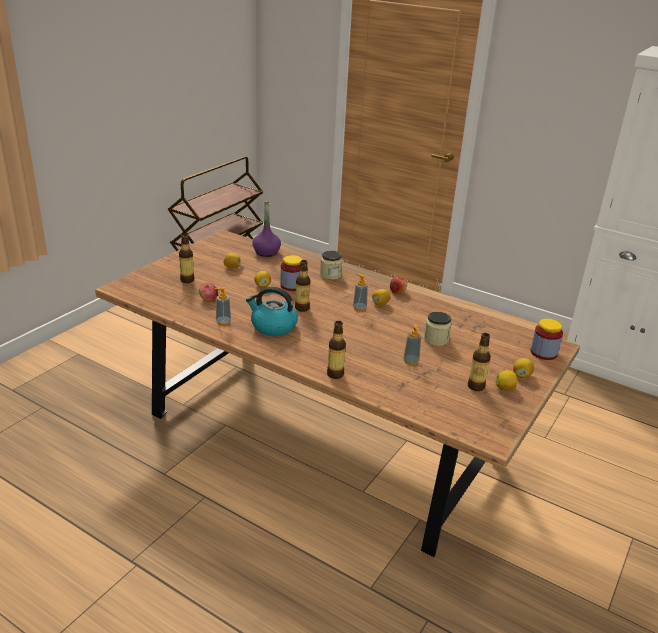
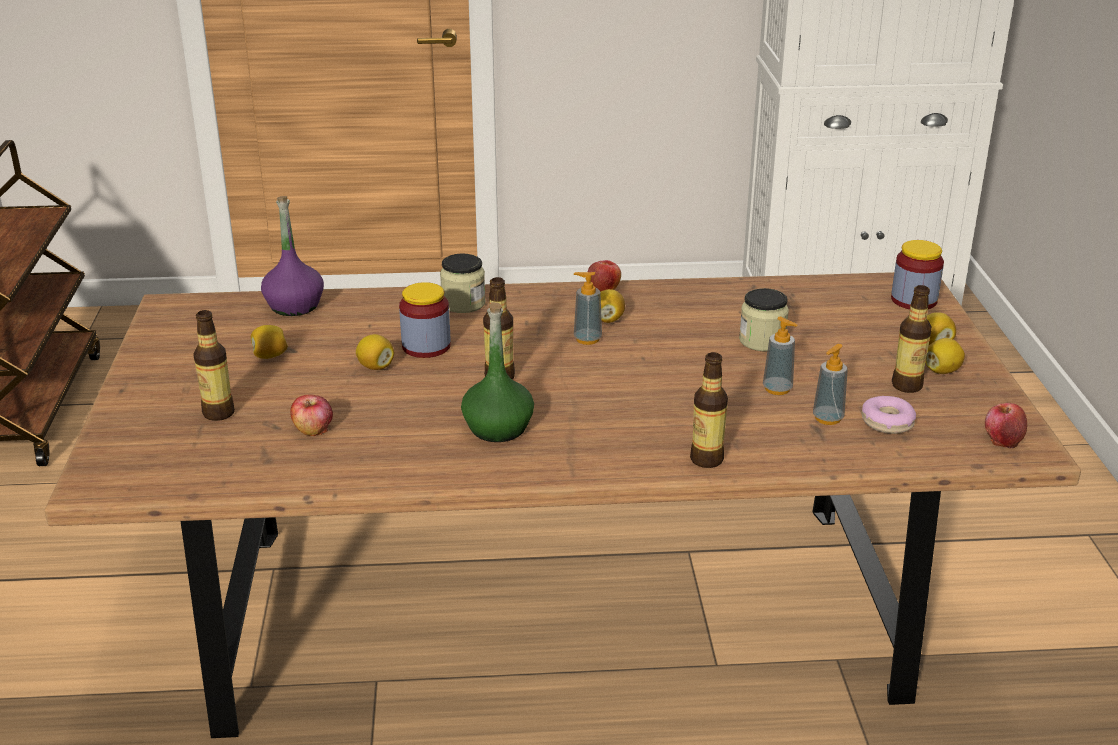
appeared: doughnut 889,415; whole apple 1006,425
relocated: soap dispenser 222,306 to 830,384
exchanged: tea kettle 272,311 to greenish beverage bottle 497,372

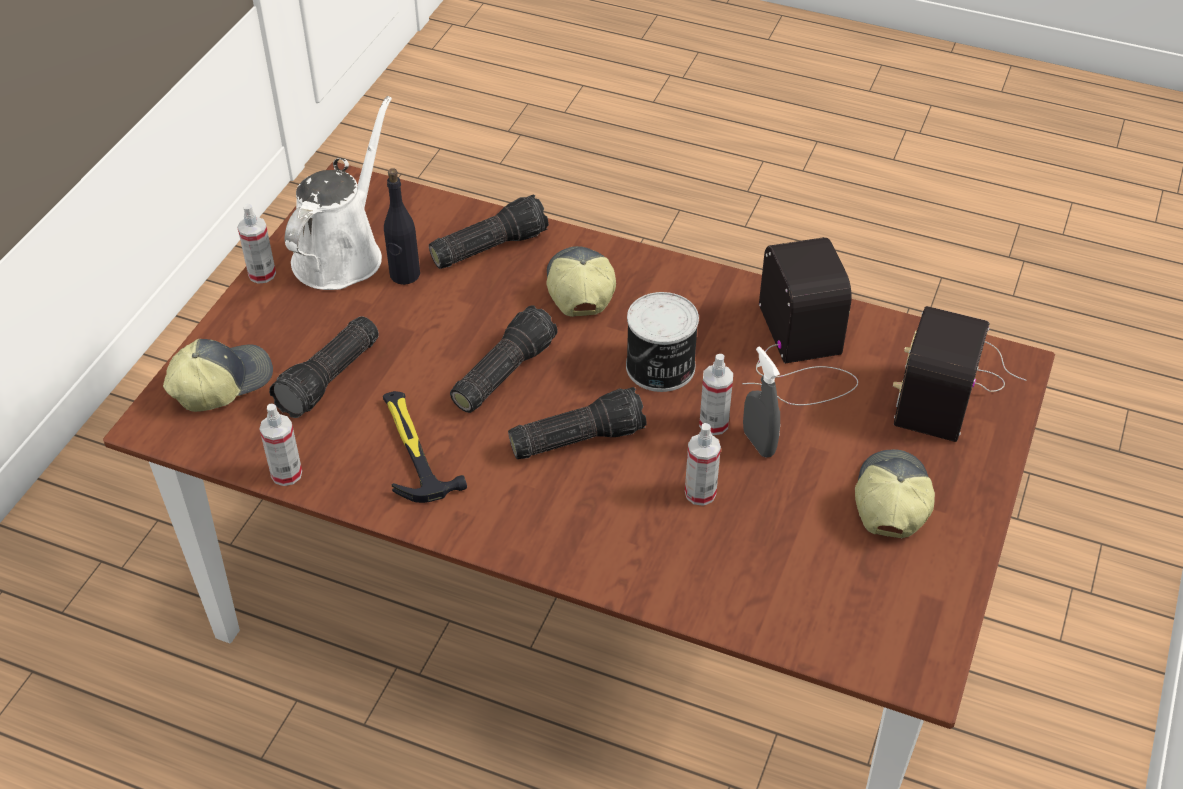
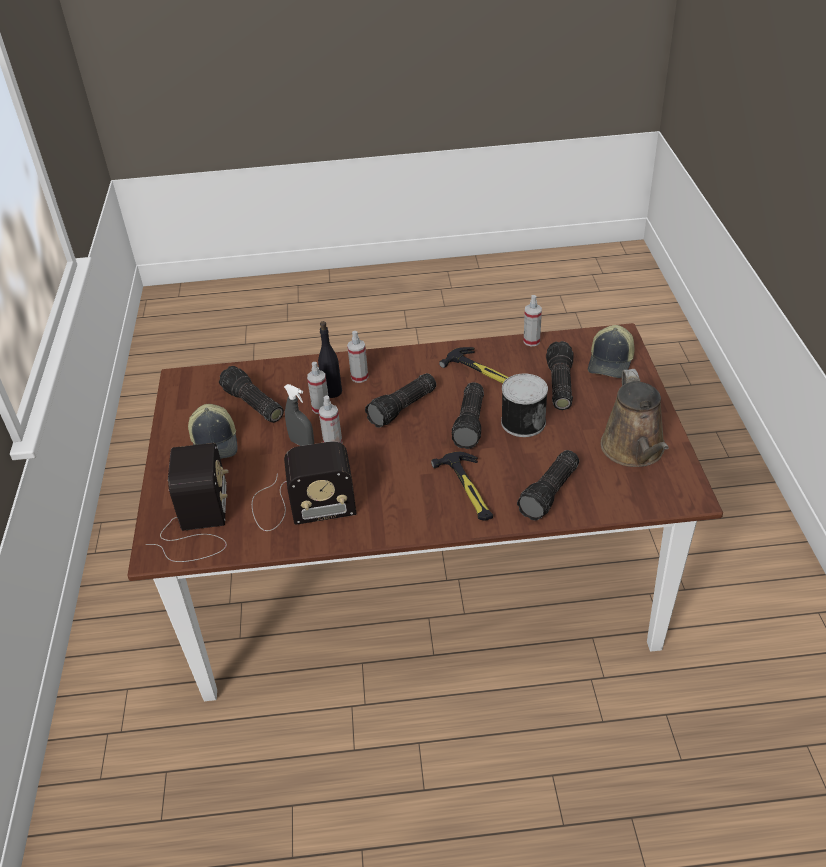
appeared: flashlight 251,394
relocated: sprayer 256,244 to 357,357; black-coloured beverage bottle 402,226 to 330,359; can 662,342 to 524,405
exchanged: cap 581,281 to hand hammer 462,486
colour: whitish sprinkling can 338,193 to brown-coloured sprinkling can 635,418
spun: radio receiver 800,321 = 304,486 60 degrees counterclockwise

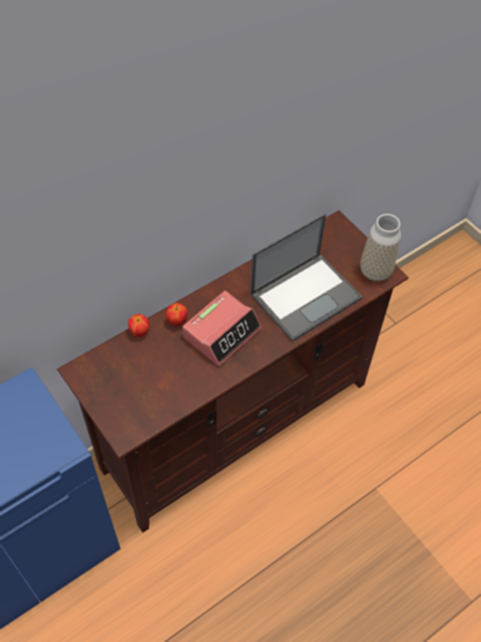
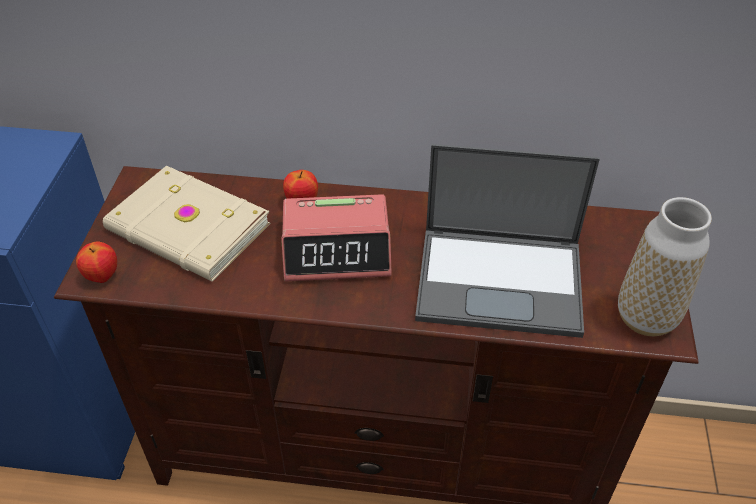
appeared: beige-coloured bound book 187,224
relocated: whole apple 138,325 to 96,262

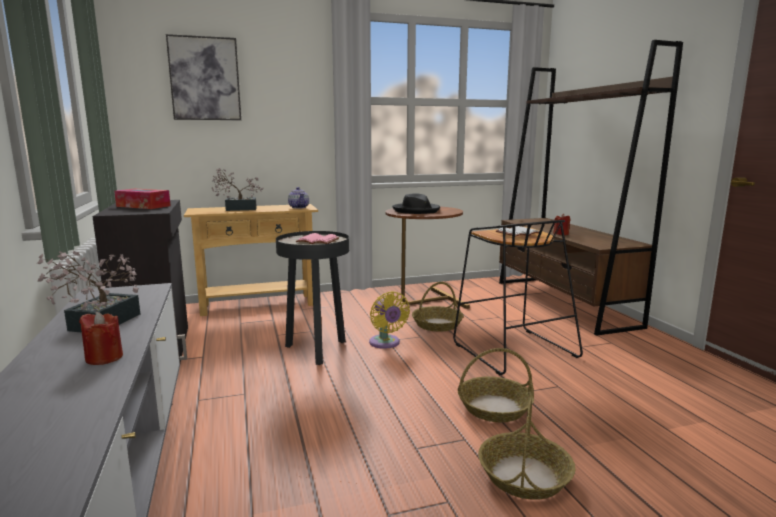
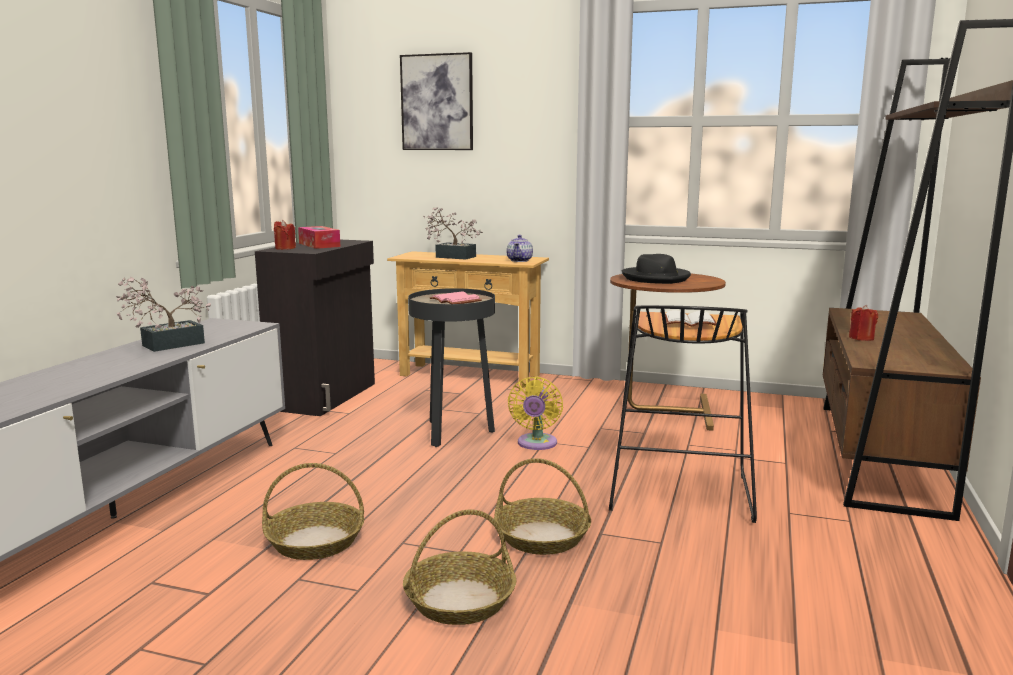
relocated: red candle 101,338 to 285,235; household basket 438,307 to 313,511

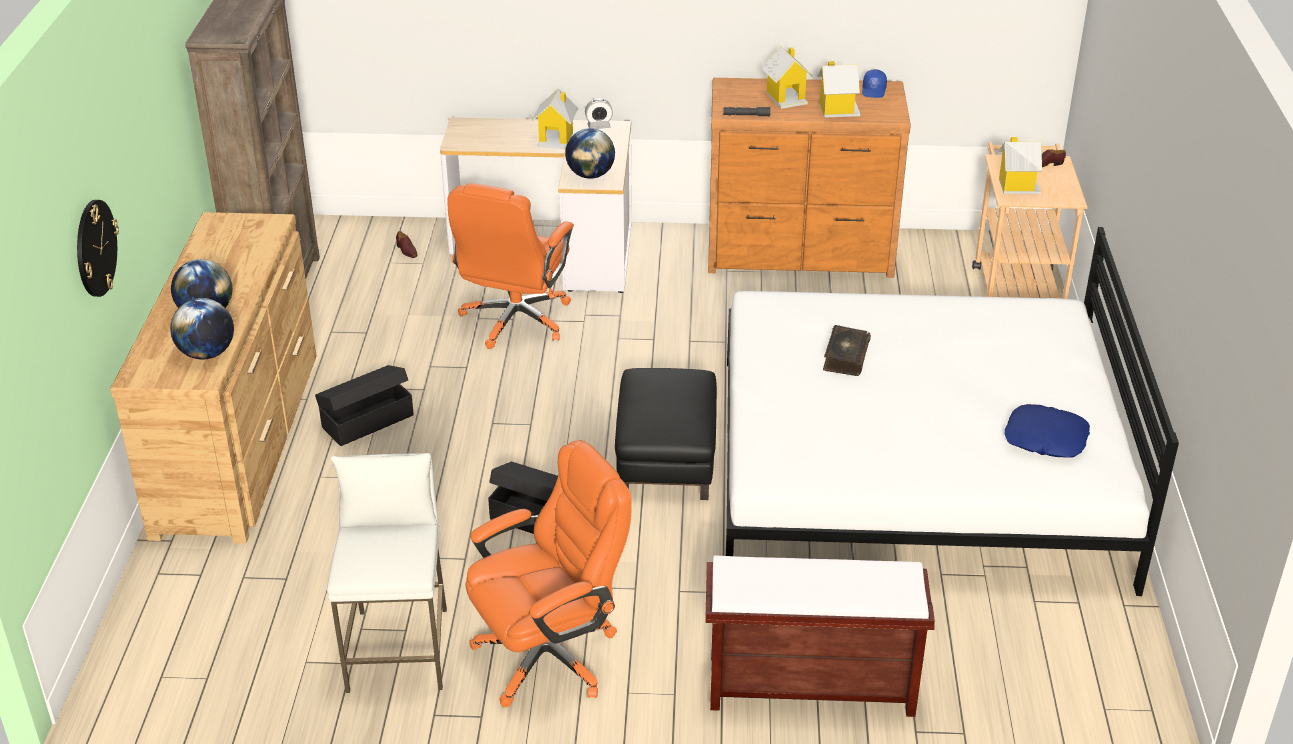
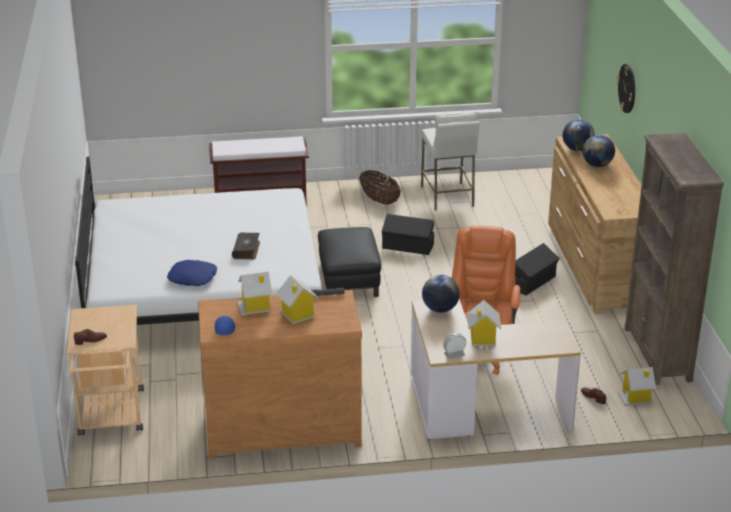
relocated: toy house 1020,165 to 637,386; bluish cushion 1047,431 to 192,273
exchanged: orange office chair 549,573 to household basket 380,187

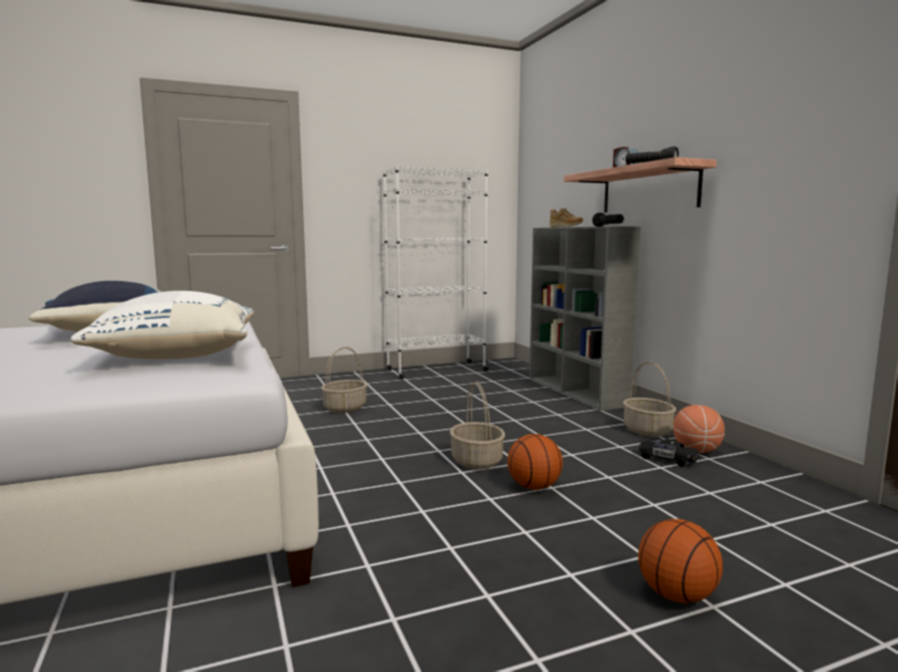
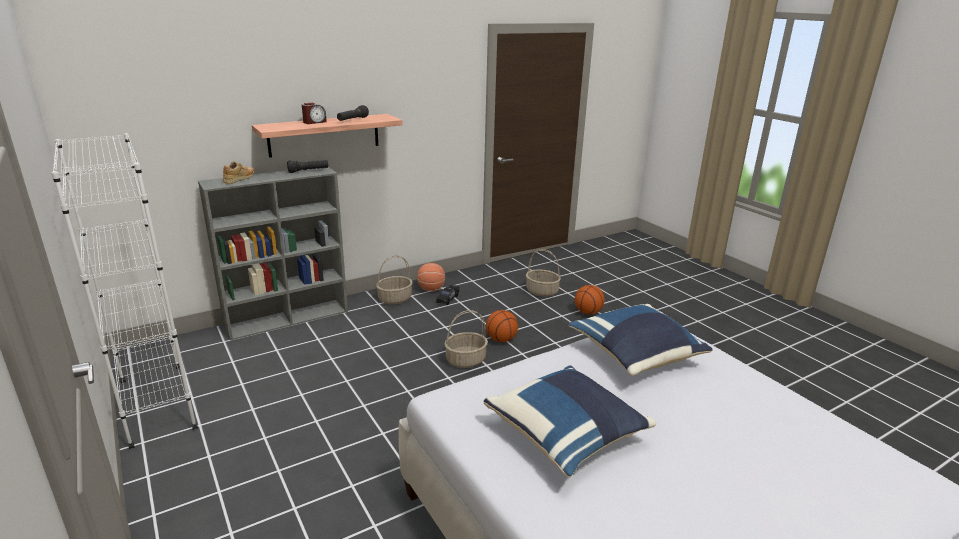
relocated: household basket 344,380 to 543,273
colour: whitish cushion 162,325 to bluish cushion 641,340

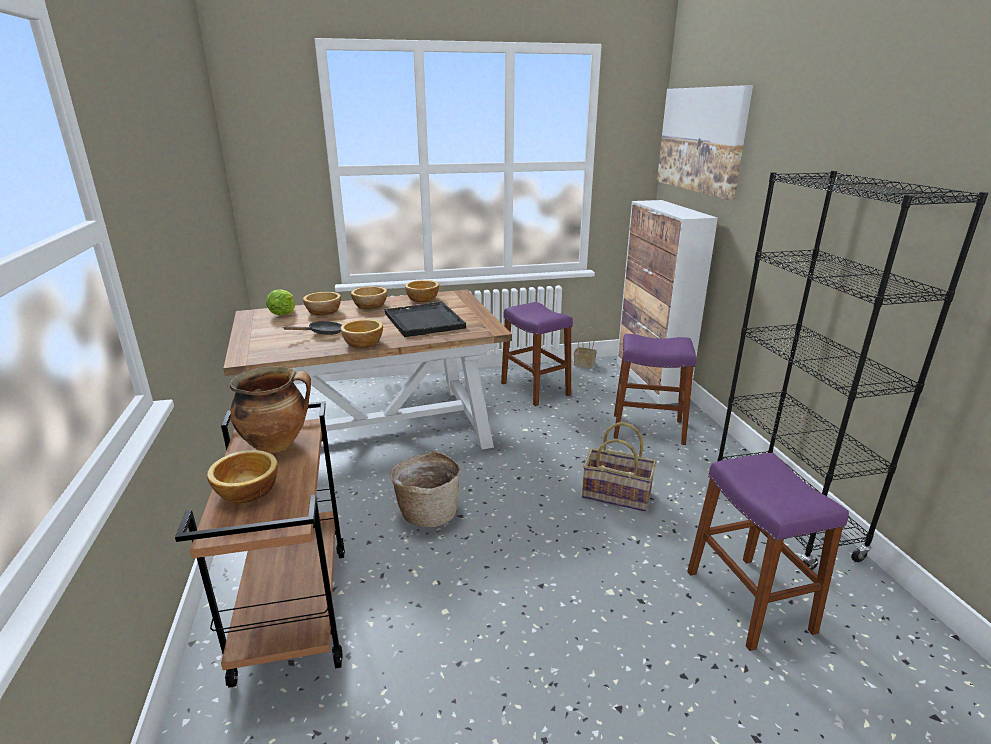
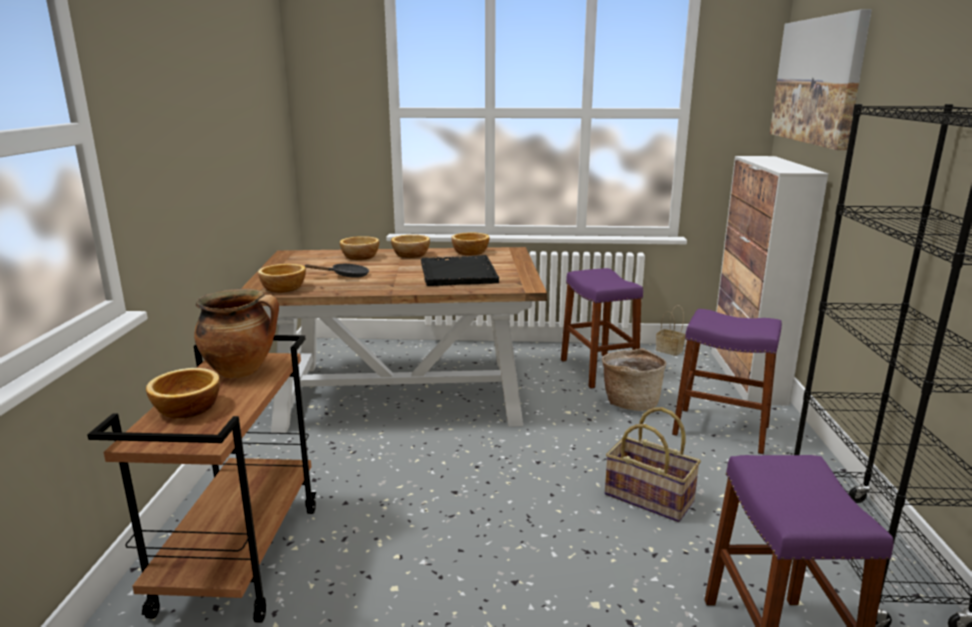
missing: head of lettuce 280,302
relocated: bowl 362,333 to 282,278; household basket 425,489 to 634,379

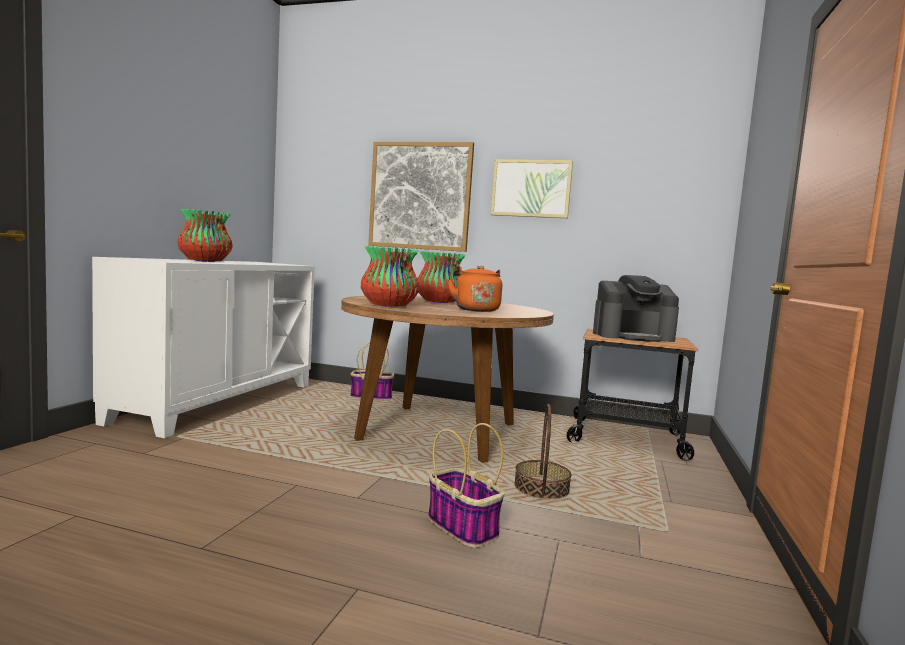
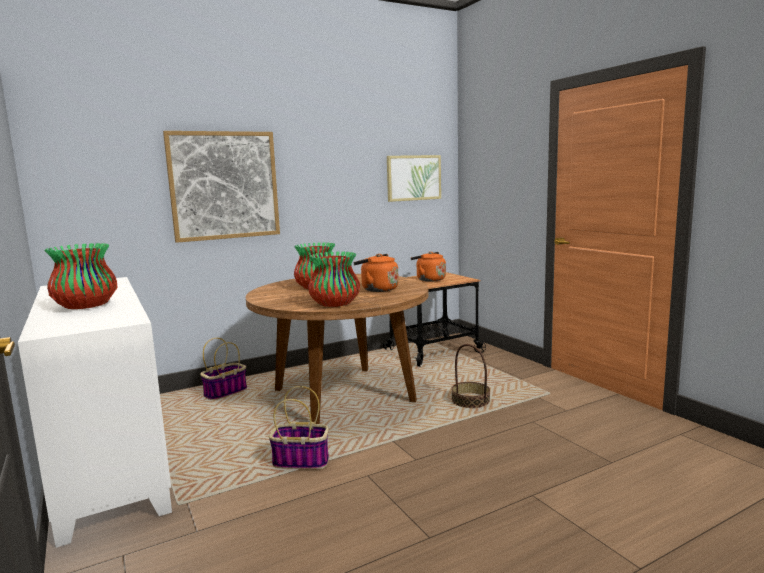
relocated: household basket 466,485 to 299,428; picture 531,188 to 414,178
exchanged: coffee machine 636,308 to orange tea kettle 428,267

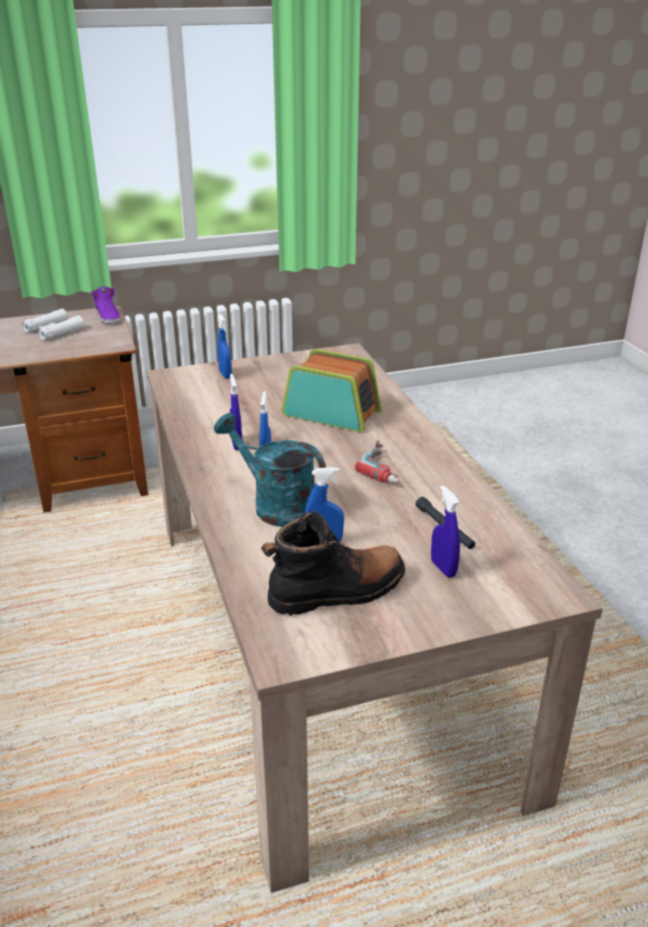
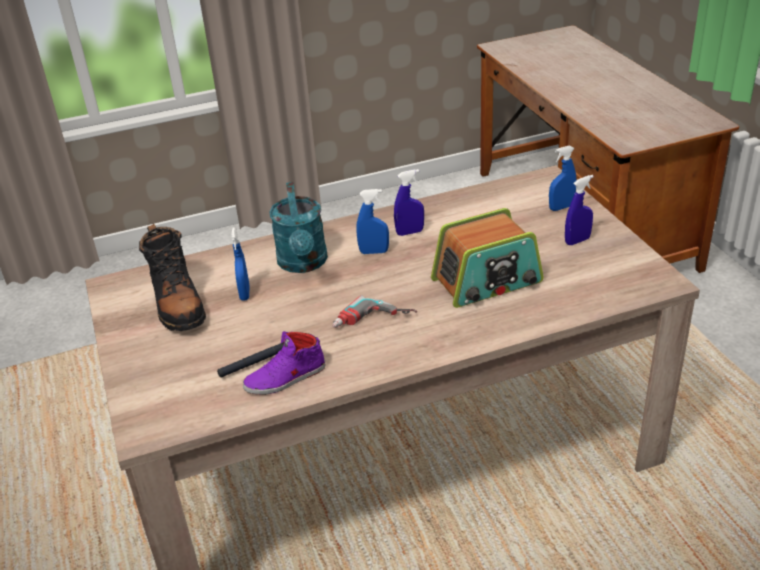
missing: whitish binoculars 53,324
relocated: purple-coloured item of footwear 106,305 to 284,363; bluish sprayer 445,531 to 579,210
spun: turquoise-coloured sprinkling can 270,470 = 299,227 135 degrees clockwise; radio receiver 331,390 = 487,258 45 degrees clockwise

